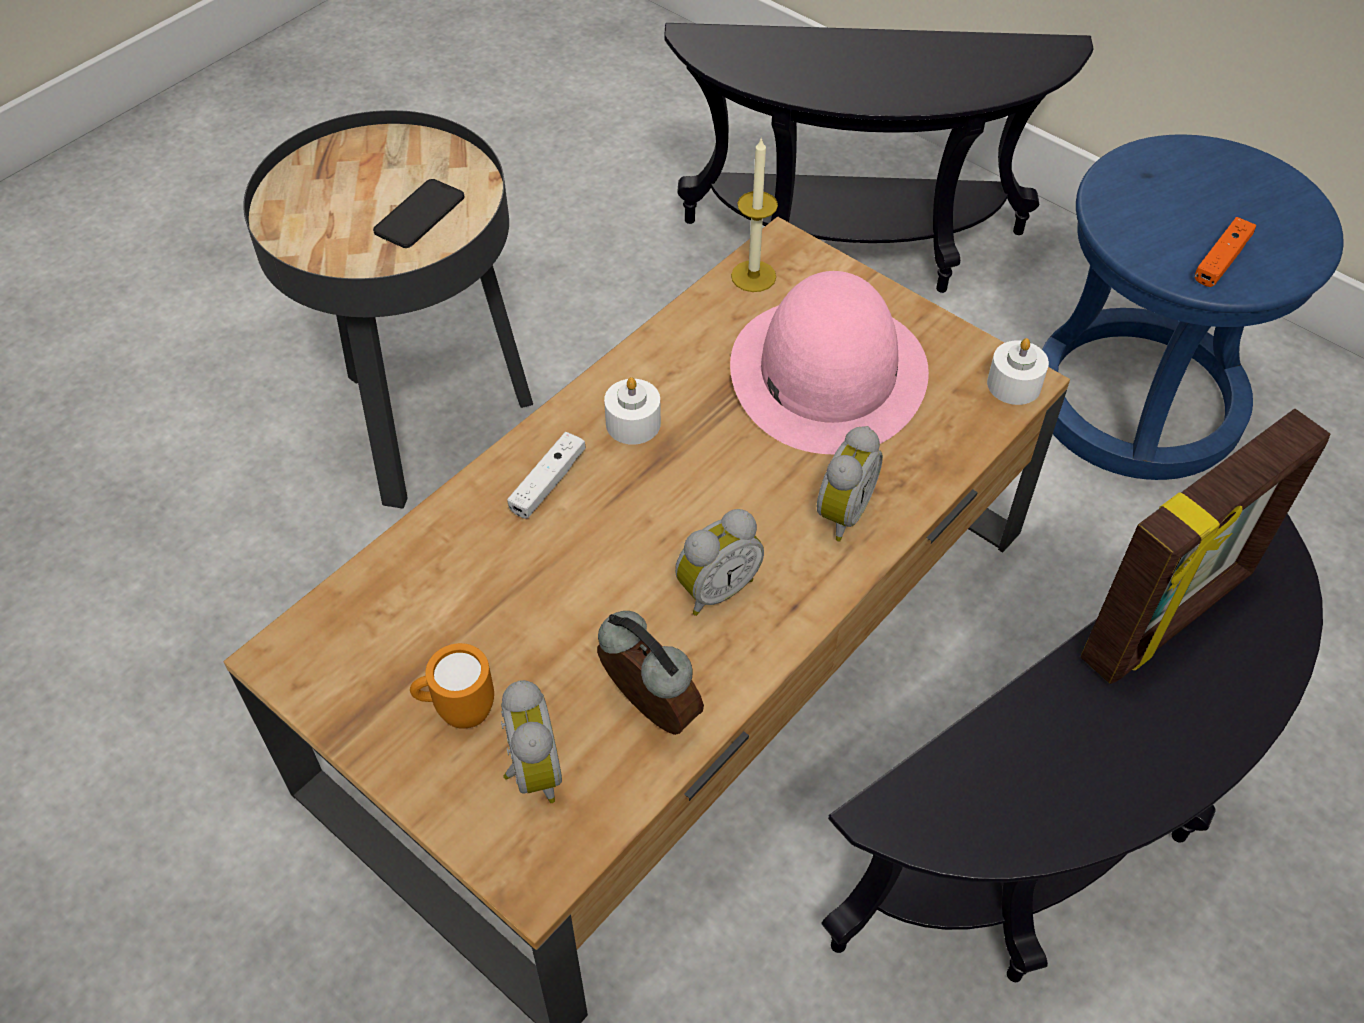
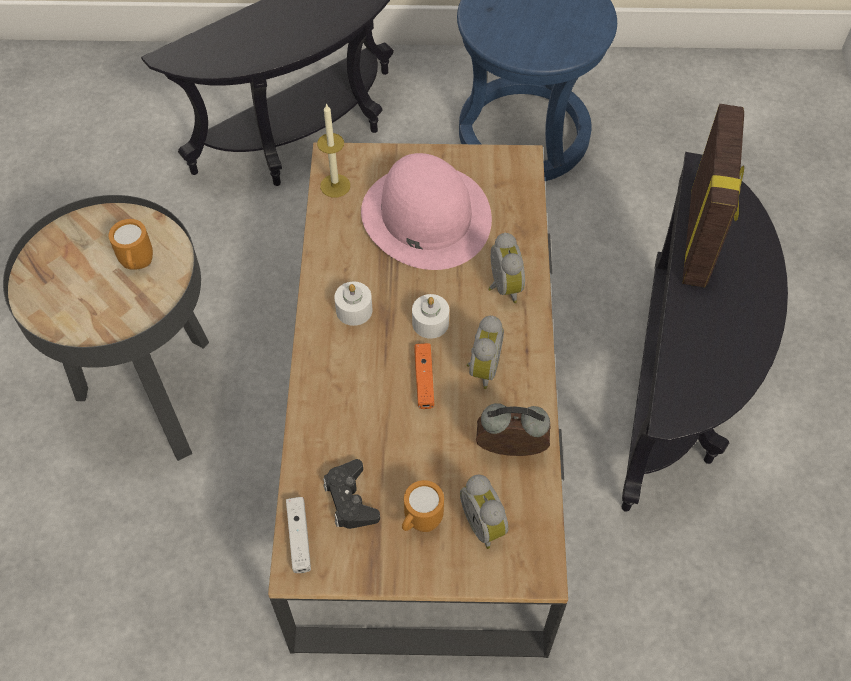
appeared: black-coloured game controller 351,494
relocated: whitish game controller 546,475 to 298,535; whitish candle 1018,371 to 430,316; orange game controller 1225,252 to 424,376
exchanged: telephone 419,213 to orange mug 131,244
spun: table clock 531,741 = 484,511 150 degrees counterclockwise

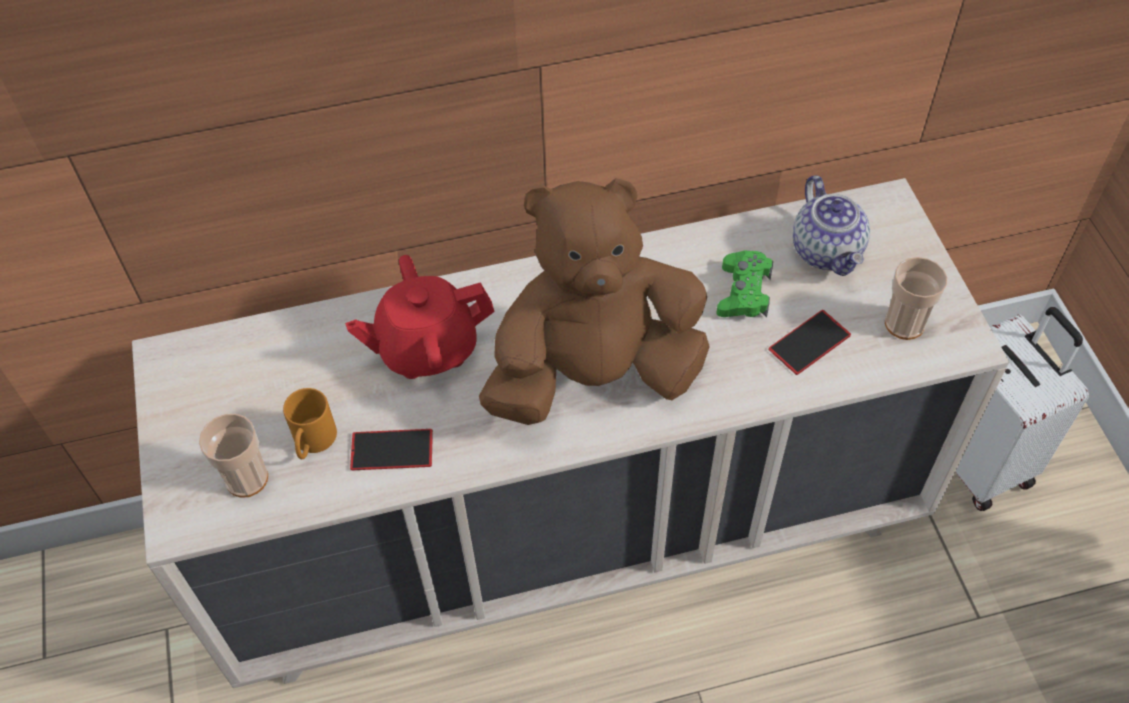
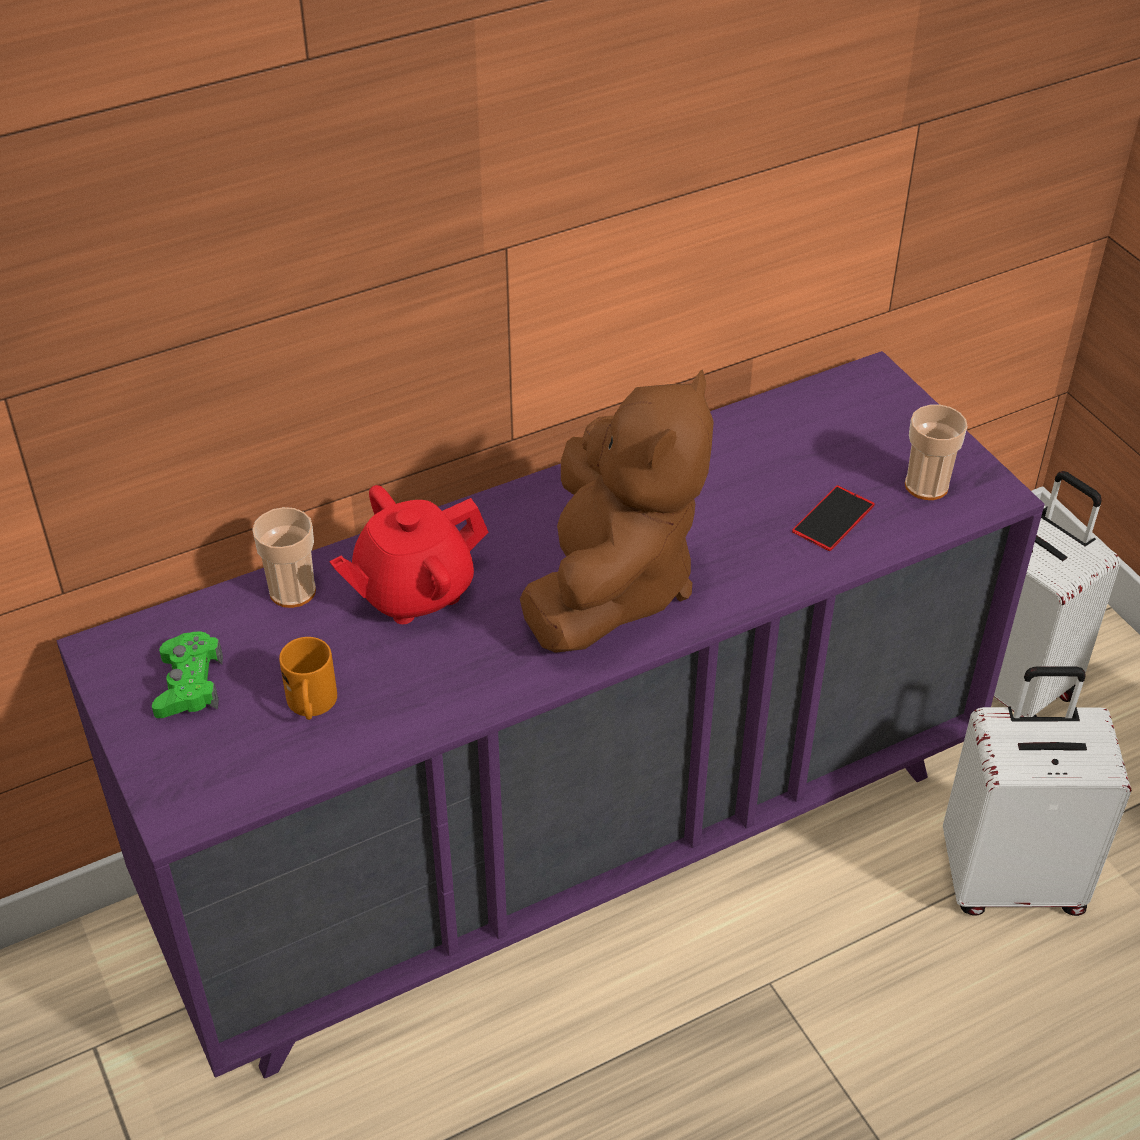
missing: telephone 391,449; tea pot 831,225
appeared: whitish suitcase 1037,791
relocated: small cup 233,455 to 284,557; greenish game controller 744,283 to 187,674
colour: beige-coloured chest of drawers 570,433 to purple-coloured chest of drawers 551,715
spun: brown-coloured soft toy 594,301 = 617,511 135 degrees clockwise

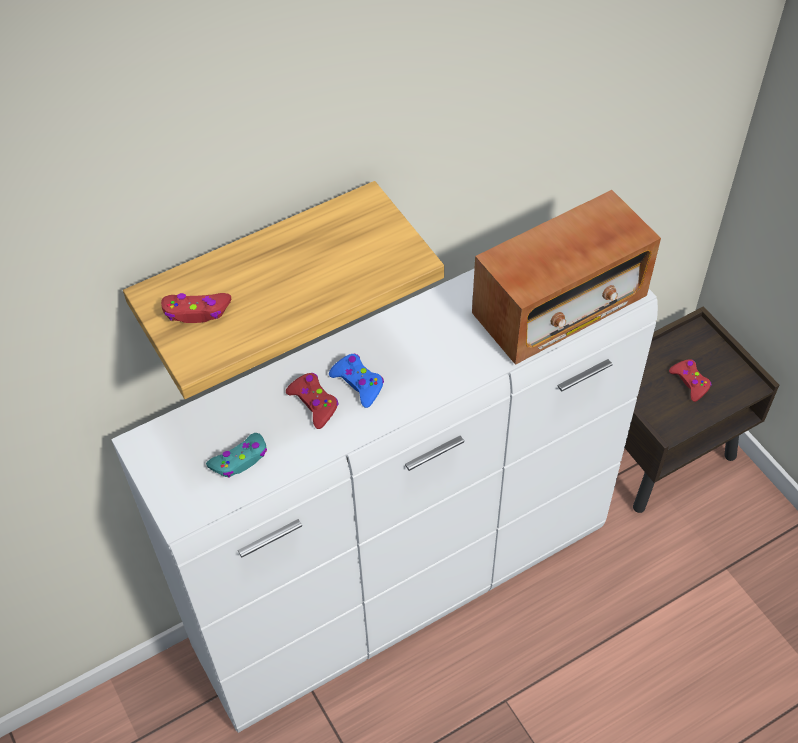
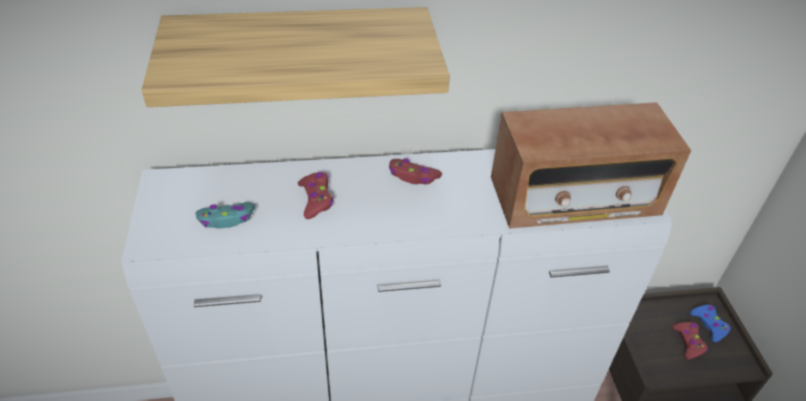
relocated: red game controller 196,308 to 415,171; bluish game controller 356,381 to 710,324

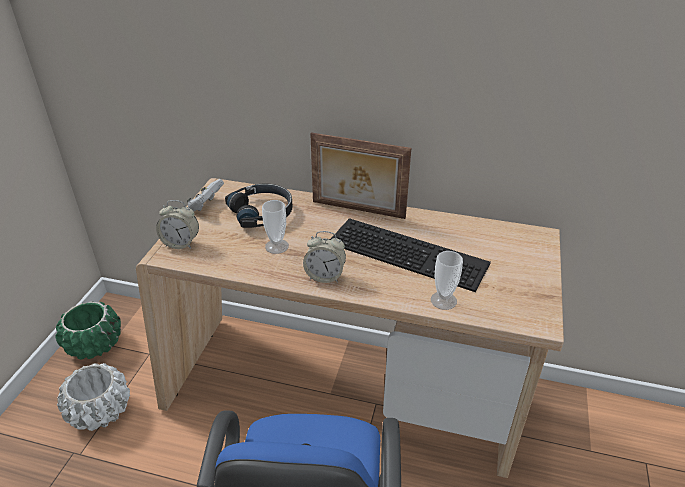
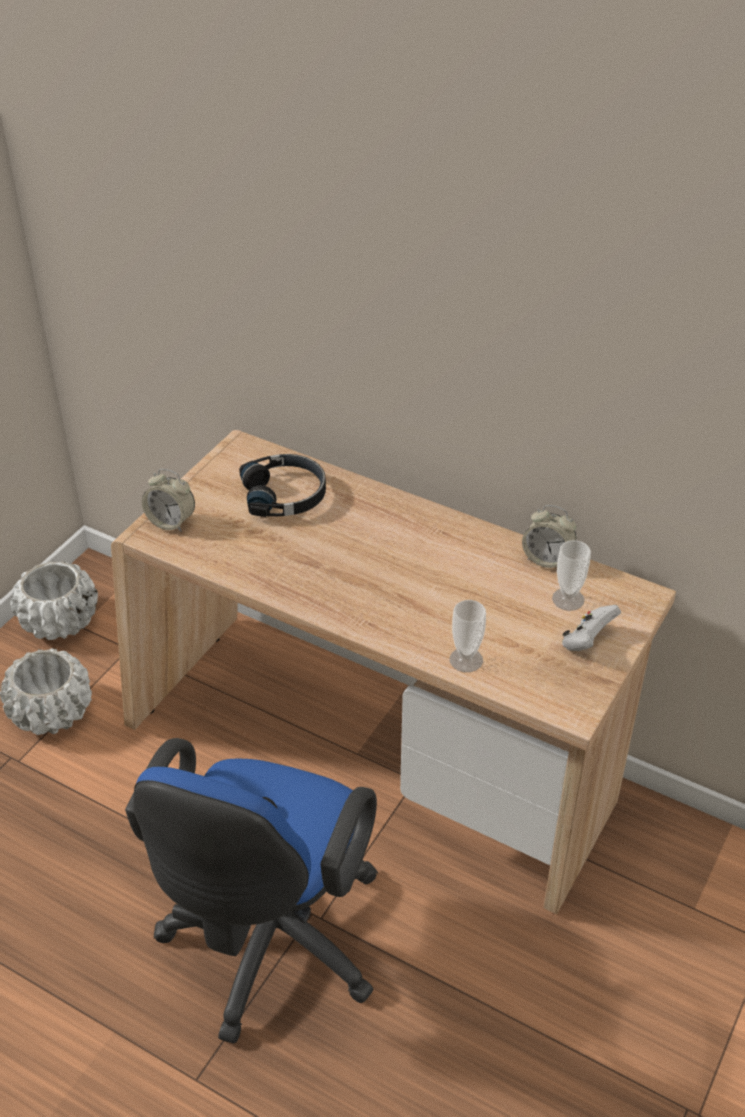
missing: standing frame 360,176; PC keyboard 411,255
relocated: whitish game controller 205,195 to 591,628; small cup 275,227 to 571,575; table clock 324,257 to 549,536
colour: greenish planter 88,330 to whitish planter 54,600

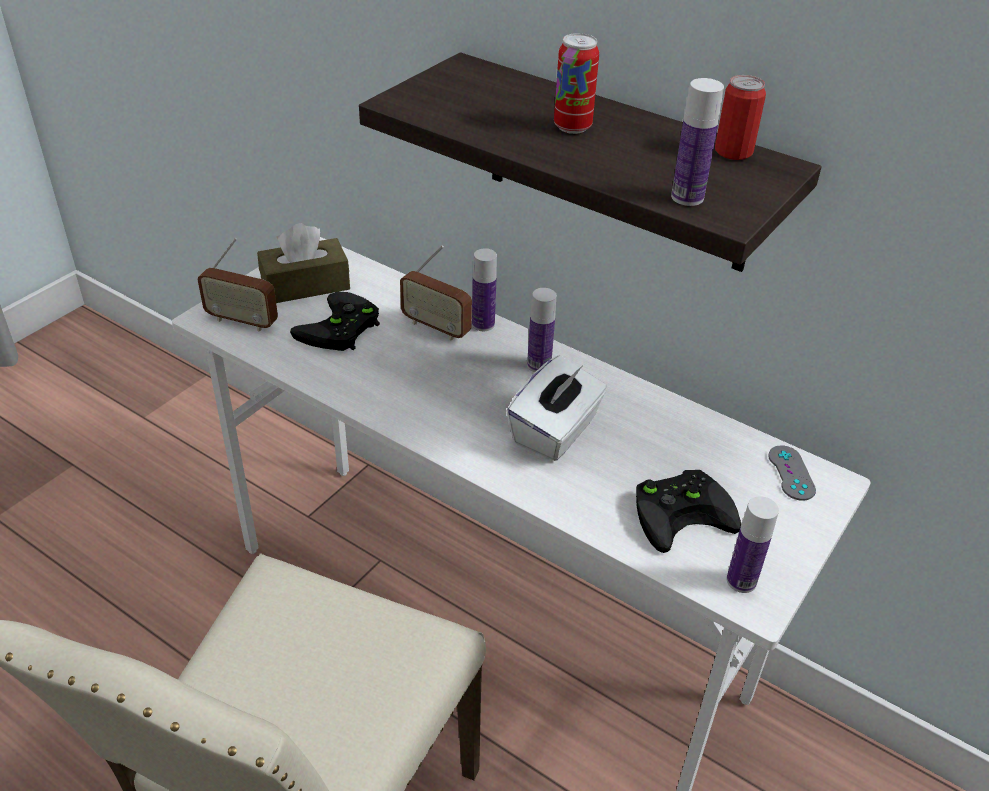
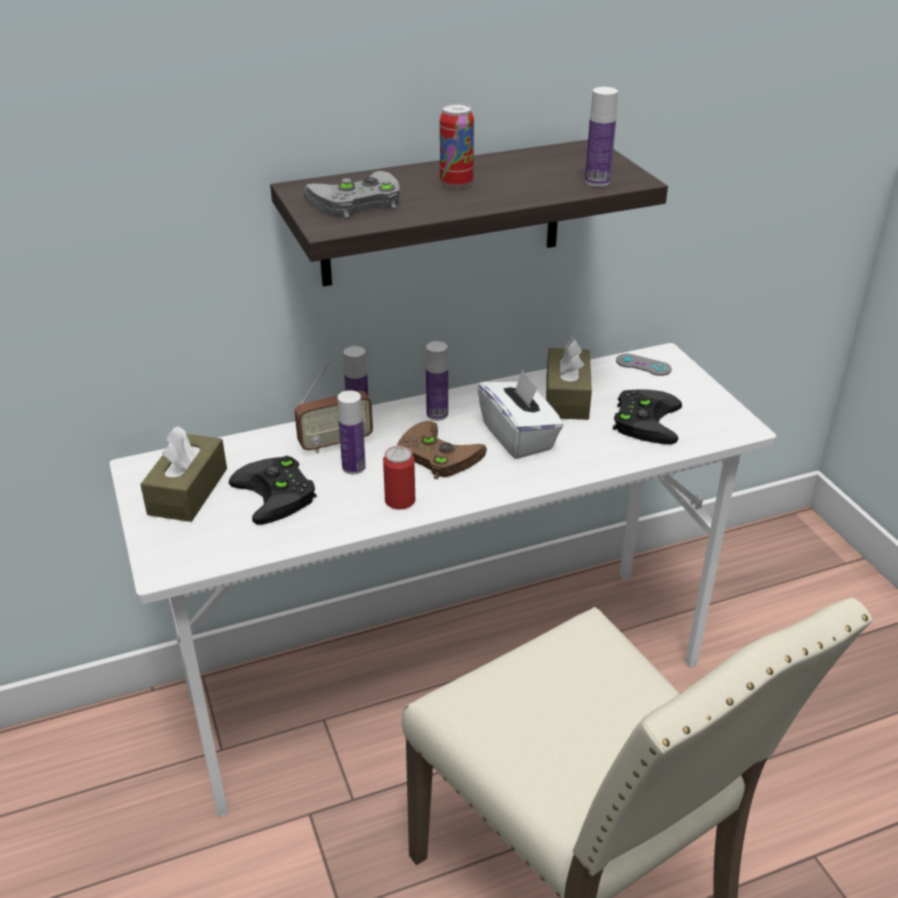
missing: radio receiver 238,285
appeared: gray game controller 352,195; brown-coloured game controller 442,450; brown-coloured tissue holder 569,378
relocated: can 740,117 to 399,478; beverage bottle 753,544 to 352,432

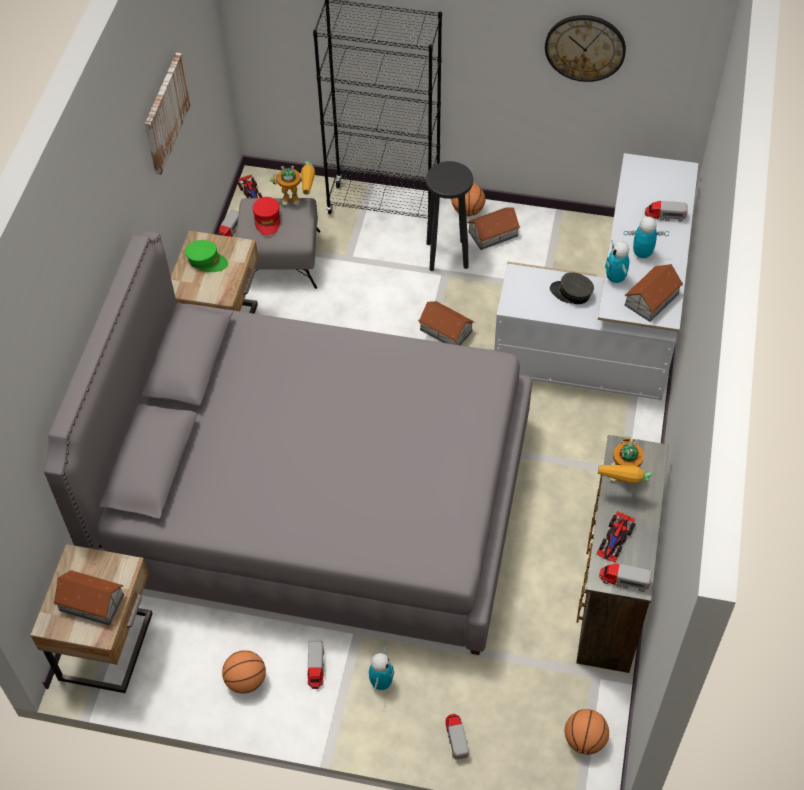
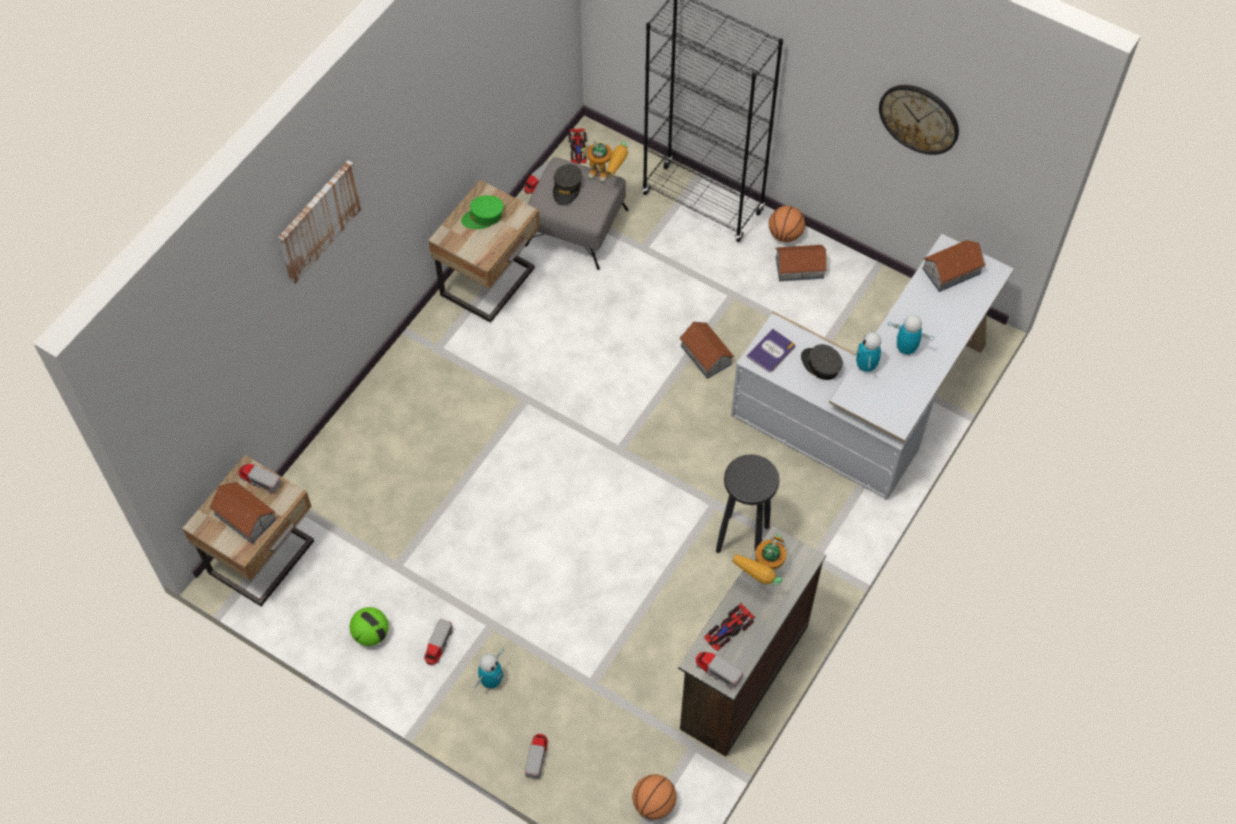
missing: gray bedroom bed 288,443
appeared: bound book 770,350
relocated: picture 168,114 to 320,222; black-coloured stool 449,216 to 748,503; toy house 654,293 to 954,266; toy truck 666,211 to 260,479
exchanged: ball for basketball 244,672 to football 369,626
colour: red cap 266,216 to gray cap 567,185
spun: greenish cap 206,256 = 482,212 120 degrees clockwise

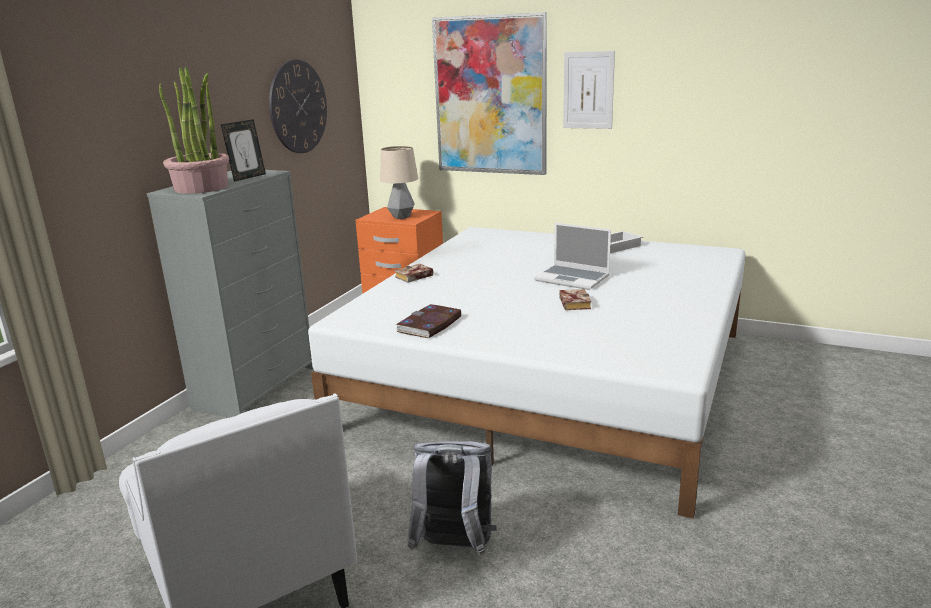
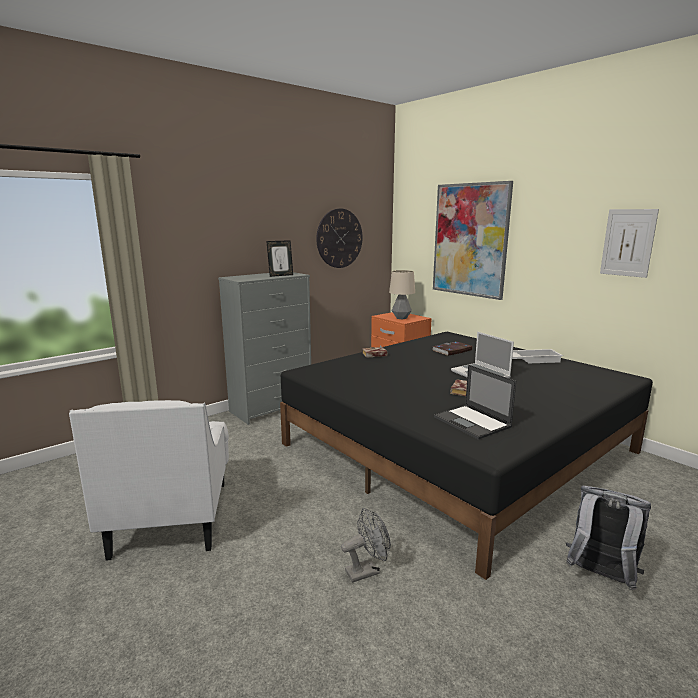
missing: plant in a pot 194,130
appeared: gray fan 366,545; portable computer 475,402
relocated: bound book 428,321 to 452,349; gray rucksack 452,498 to 608,537; picture 589,90 to 629,243
colour: whitish bedroom bed 526,373 to black-coloured bedroom bed 466,456

